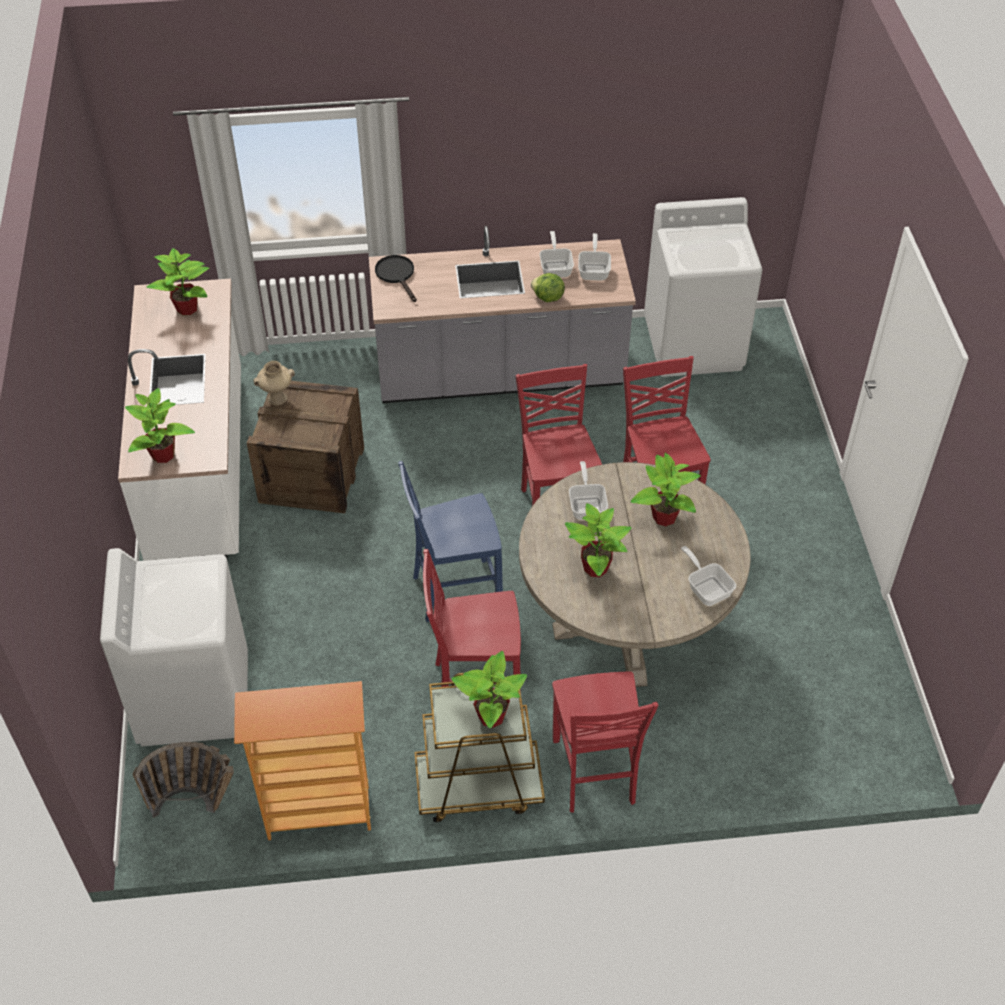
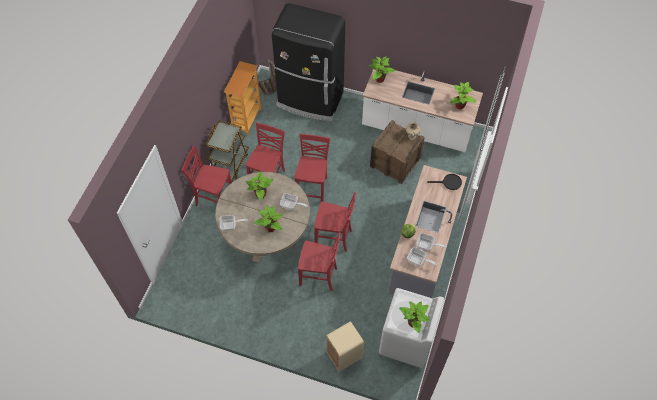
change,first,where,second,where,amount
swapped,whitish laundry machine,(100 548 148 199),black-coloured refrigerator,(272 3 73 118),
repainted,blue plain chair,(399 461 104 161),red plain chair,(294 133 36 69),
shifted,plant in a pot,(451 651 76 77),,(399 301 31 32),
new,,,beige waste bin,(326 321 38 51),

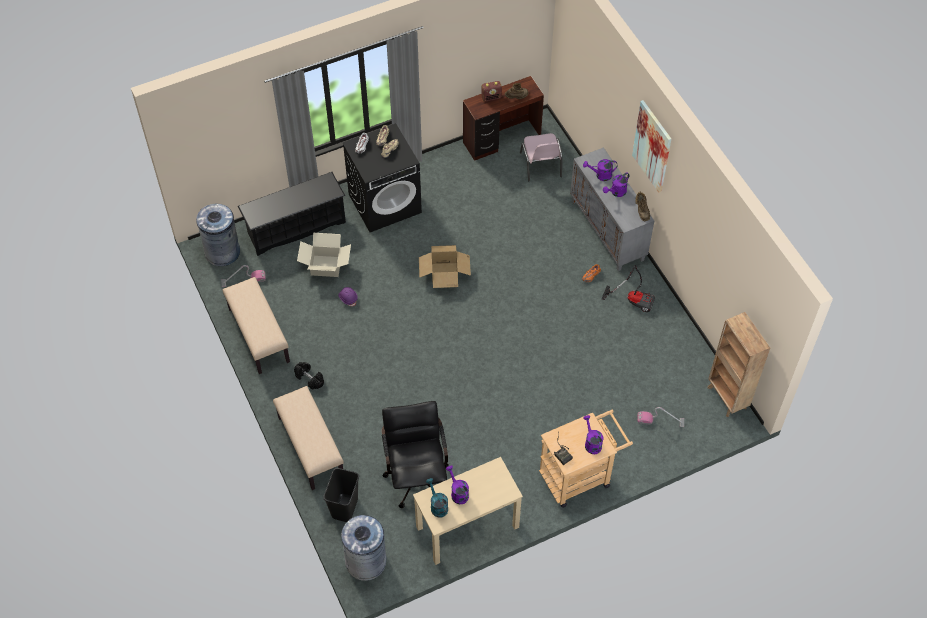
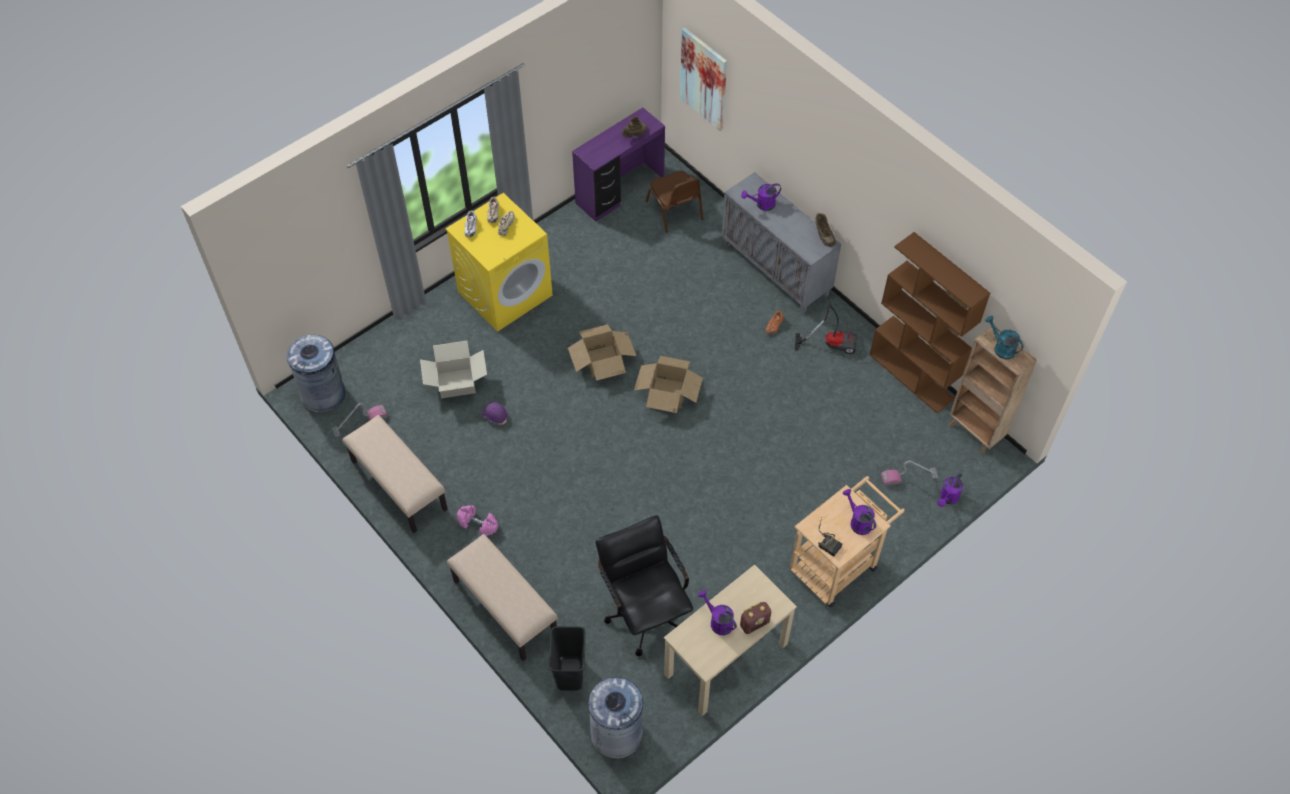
change,first,where,second,where,amount
gone,black-coloured shoe shelf,(238 172 108 84),,,
repainted,black-coloured free weight,(294 362 30 27),pinkish free weight,(457 505 41 31),
repainted,black-coloured laundry machine,(343 123 79 109),yellowish laundry machine,(445 193 108 139),
shifted,turquoise watering can,(426 478 22 40),,(985 316 39 44),
repainted,brown-coloured desk table,(463 76 81 85),purple-coloured desk table,(572 107 93 115),
shifted,radio,(481 81 21 20),,(740 601 32 33),
repainted,pinkish plain chair,(520 133 42 48),brown-coloured plain chair,(646 171 57 62),
shifted,purple-coloured watering can,(603 172 26 25),,(937 473 26 34),
shifted,wall art,(632 100 39 93),,(680 27 47 104),
new,,,cardboard box,(634 356 69 57),
new,,,brown-coloured bookshelf,(870 232 120 181),

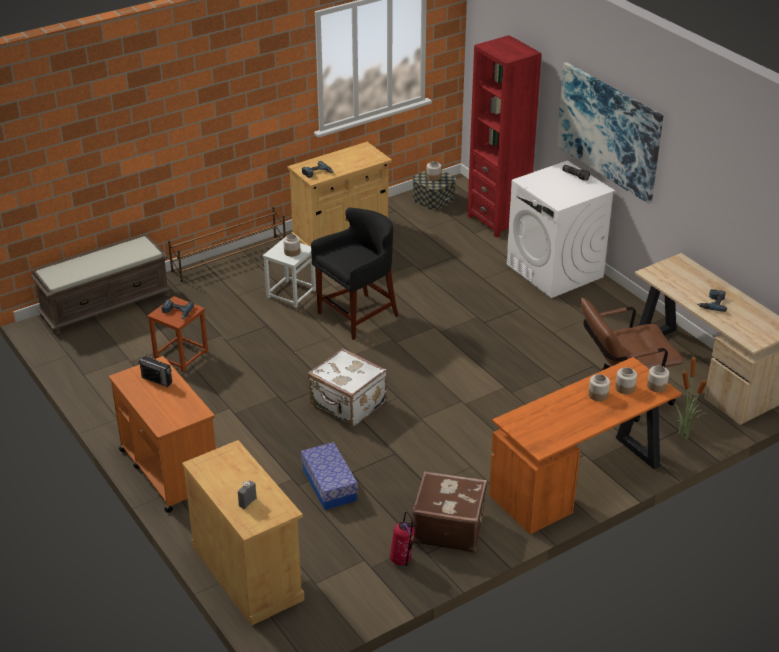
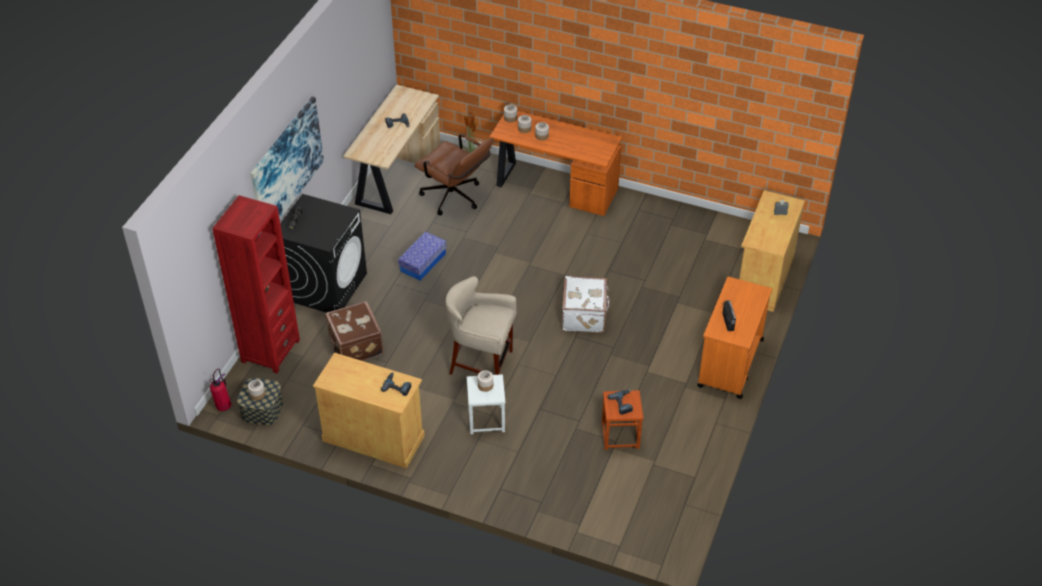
change,first,where,second,where,amount
gone,brown-coloured bench,(31 234 141 102),,,
gone,brown-coloured shoe shelf,(168 207 118 75),,,
shifted,storage container,(301 442 57 68),,(398 232 49 49),
repainted,black-coloured stool seat,(311 207 87 133),beige stool seat,(445 276 72 99),
shifted,extinguisher,(390 512 27 54),,(209 368 22 43),
shifted,brown-coloured piece of luggage,(412 471 75 81),,(325 301 59 60),
repainted,whitish laundry machine,(507 160 108 138),black-coloured laundry machine,(280 194 87 119),

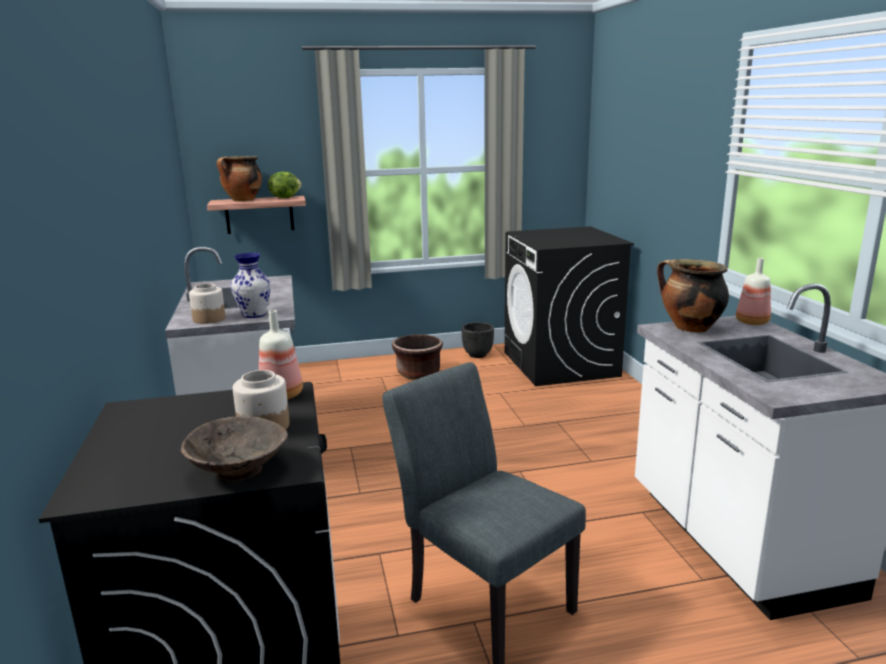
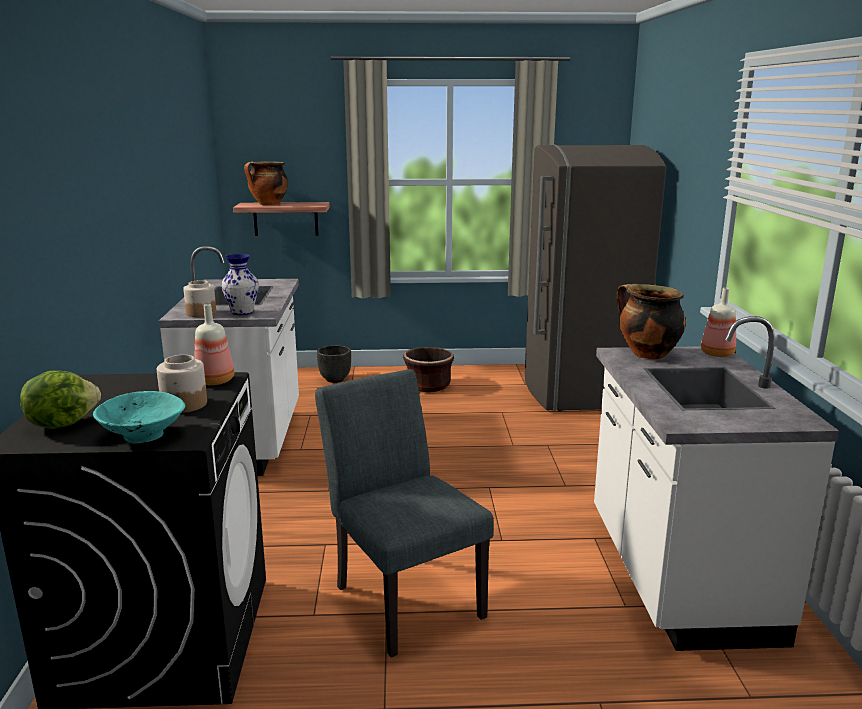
change,first,where,second,where,amount
repainted,brown-coloured deep dish,(181 416 107 66),turquoise deep dish,(93 391 93 53),
shifted,lettuce head,(268 172 34 26),,(20 371 81 58),
shifted,black-coloured plant pot,(462 322 32 36),,(317 345 34 38),
swapped,black-coloured laundry machine,(504 226 130 160),gray refrigerator,(525 145 141 267),

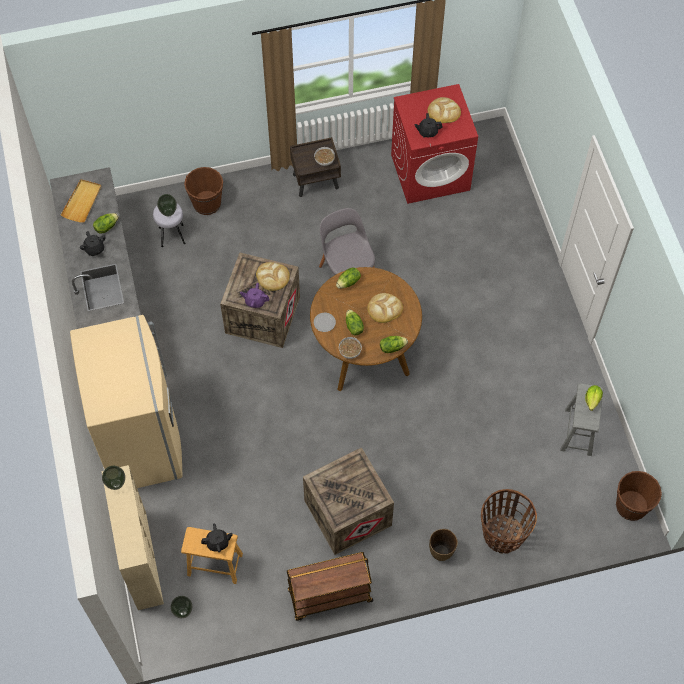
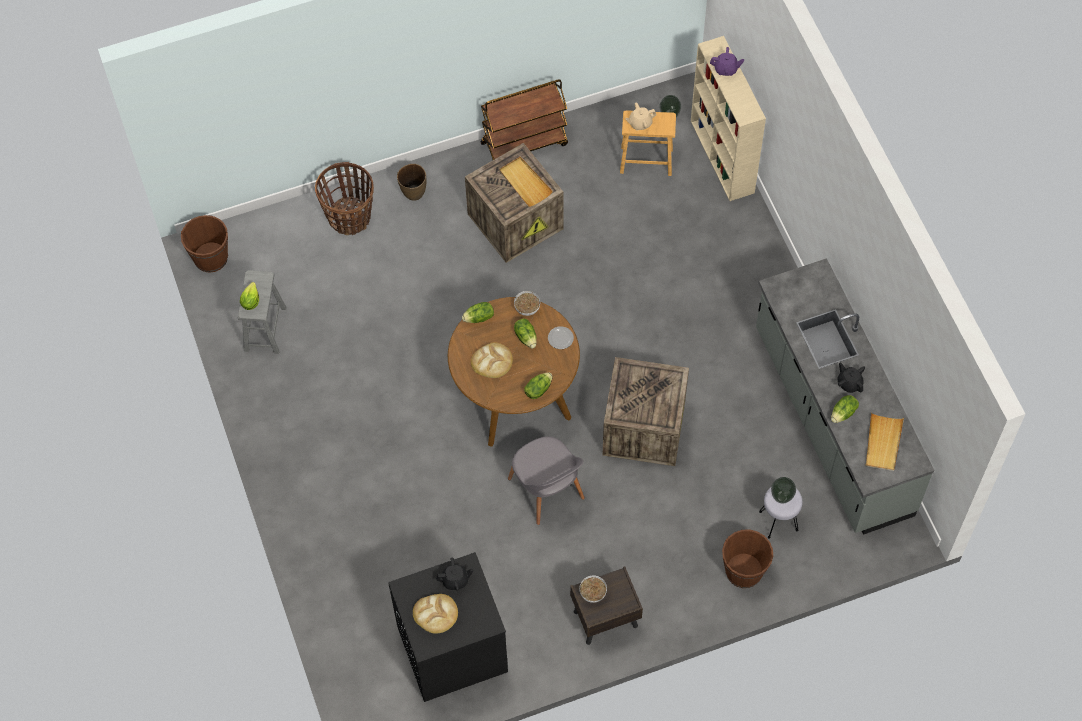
change,first,where,second,where,amount
gone,beige refrigerator,(70 315 112 173),,,
gone,flower vase,(102 466 23 24),,,
repainted,black-coloured tea pot,(201 524 32 28),beige tea pot,(625 102 31 29),
shifted,purple-coloured tea pot,(240 283 30 25),,(710 47 34 29),
gone,bread,(256 262 34 29),,,
repainted,red laundry machine,(391 84 87 120),black-coloured laundry machine,(388 552 120 150),
new,,,beige carrying tray,(499 157 54 50),

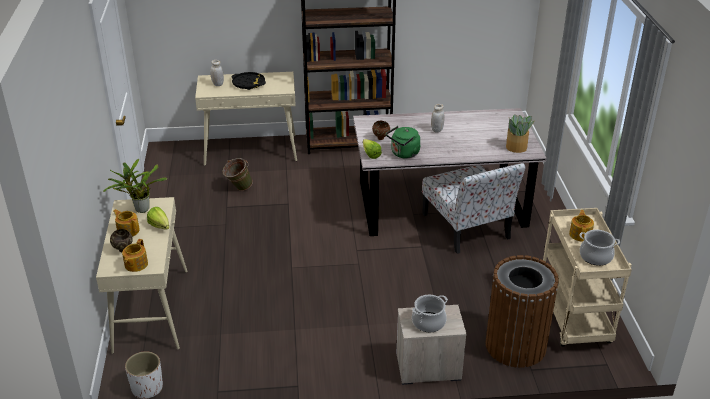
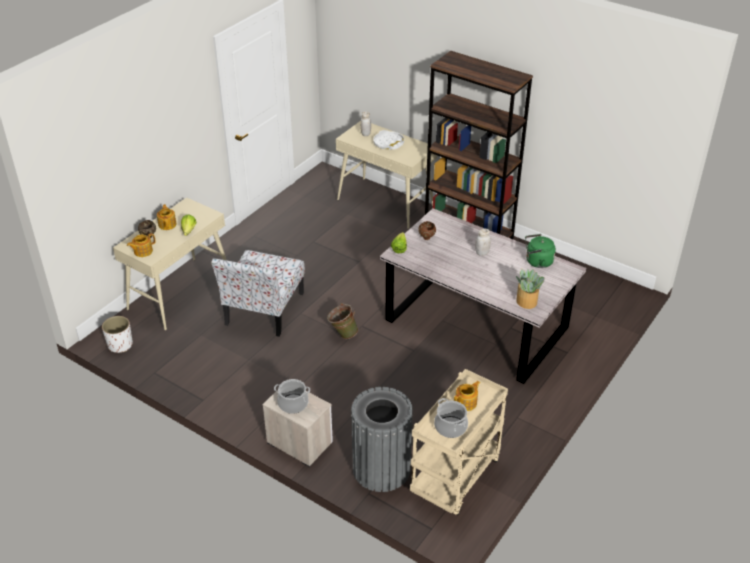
change,first,where,second,where,amount
gone,plant in a pot,(103 159 64 54),,,
shifted,green-coloured water bucket,(223 158 30 33),,(327 303 31 36),
repainted,black-coloured carrying tray,(232 72 34 18),whitish carrying tray,(374 130 30 20),
shifted,green-coloured tea kettle,(386 126 34 32),,(525 234 31 34),
shifted,plain chair,(422 163 103 91),,(211 250 94 87),
repainted,brown-coloured waste bin,(485 255 74 113),gray waste bin,(351 387 62 105),

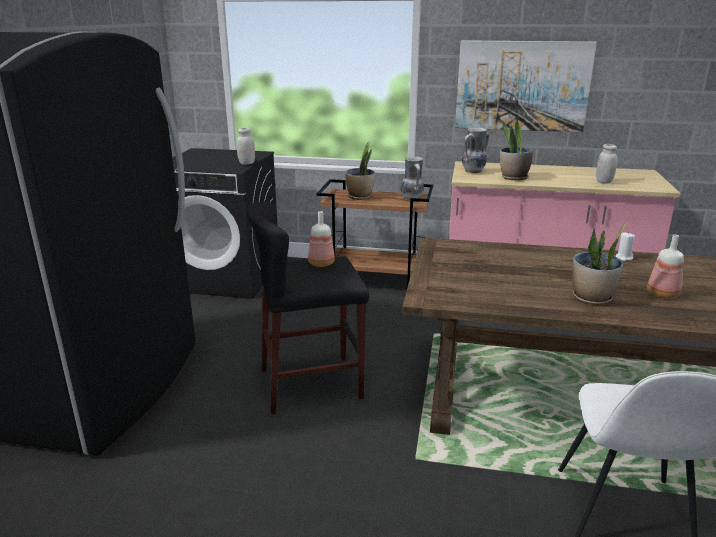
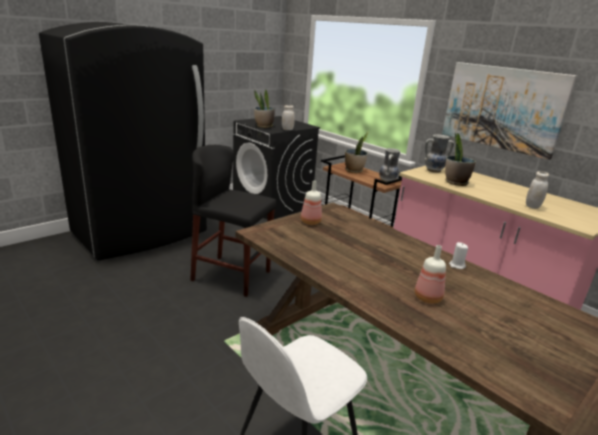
change,first,where,second,where,amount
shifted,bottle,(308 211 27 56),,(301 181 21 44),
shifted,plant in a pot,(572 222 56 83),,(254 90 21 38),

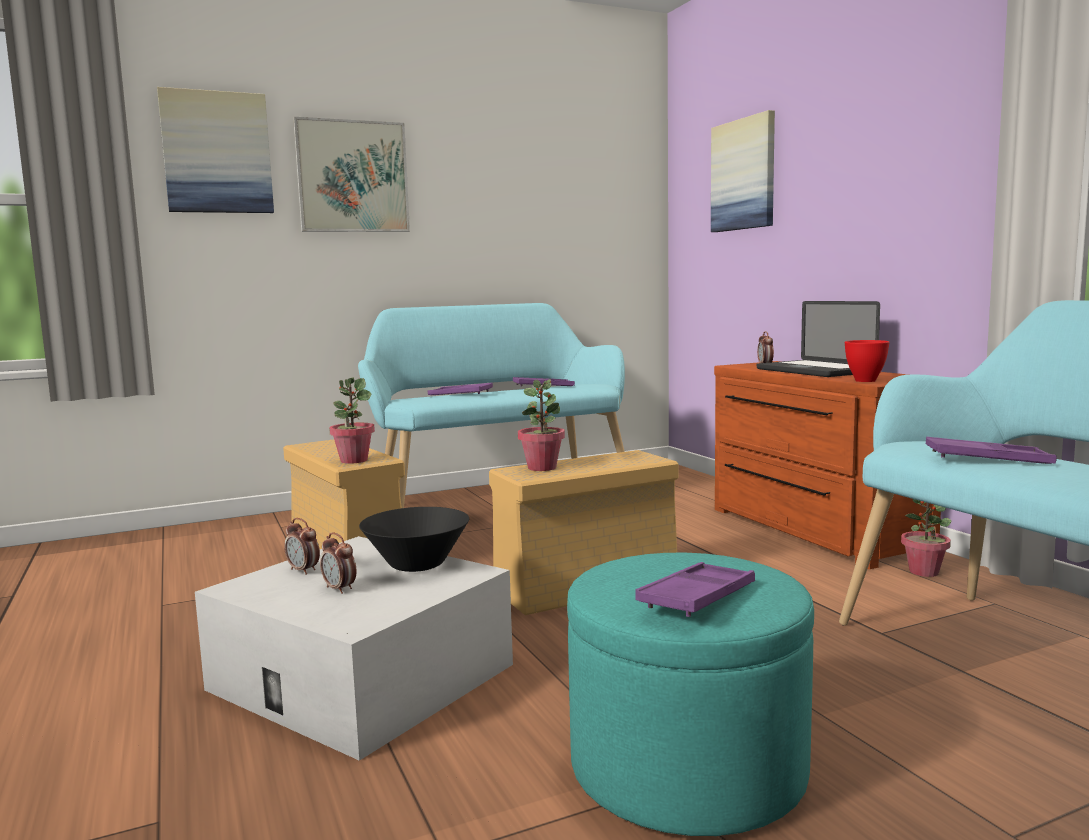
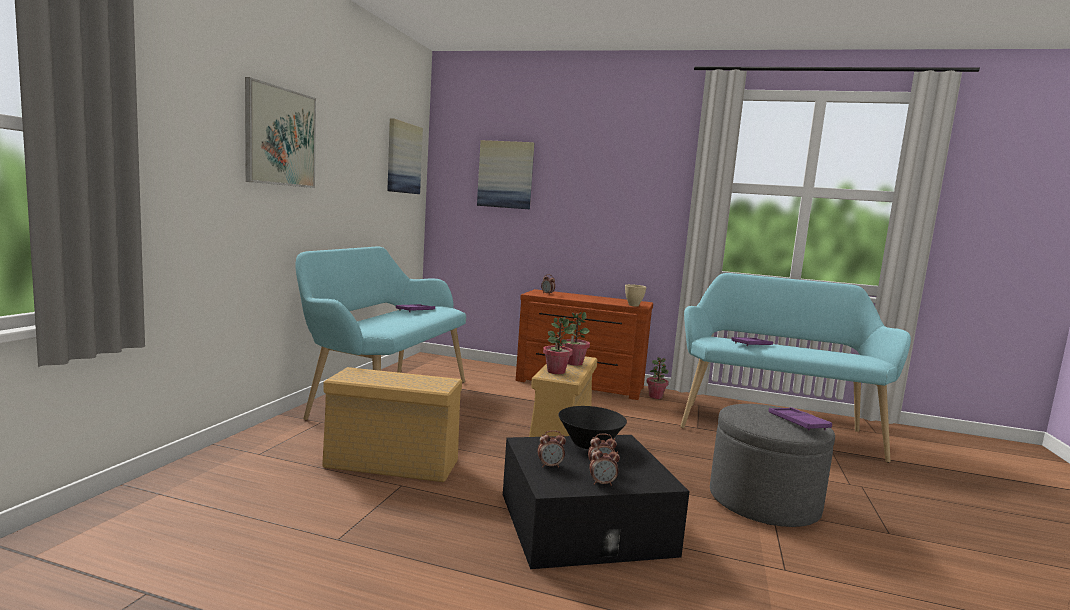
change,first,where,second,where,amount
shifted,wall art,(157 87 117 126),,(387 118 36 76),
repainted,whitish storage container,(195 536 318 225),black-coloured storage container,(503 435 187 134),
shifted,plant in a pot,(329 378 46 86),,(562 312 28 54),
gone,purple-coloured carrying tray,(428 383 65 12),,,
repainted,turquoise footrest,(567 553 247 283),gray footrest,(710 404 125 123),
gone,laptop,(757 301 123 76),,,
repainted,red deep dish,(844 340 46 42),beige deep dish,(625 284 21 22),
new,,,table clock,(589 446 31 40),

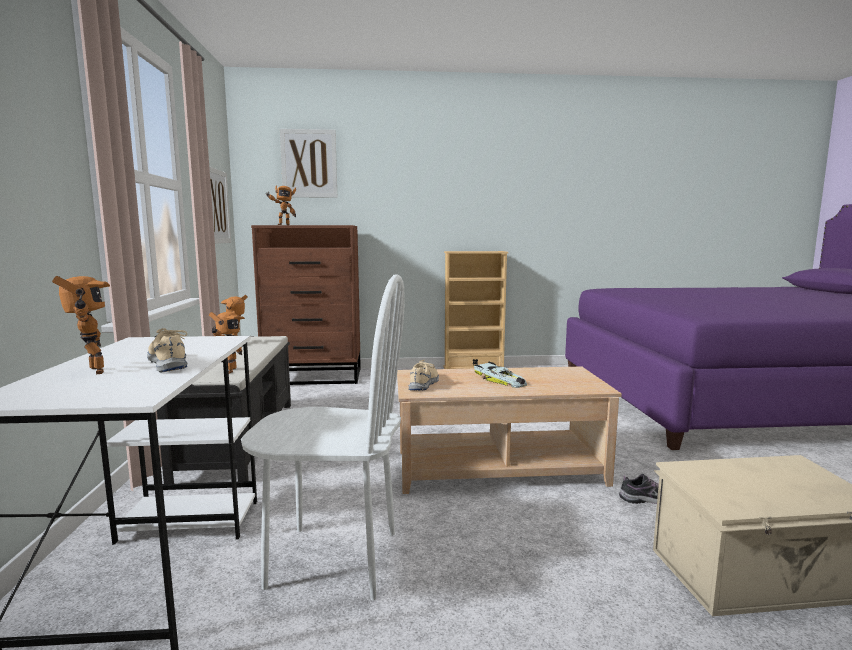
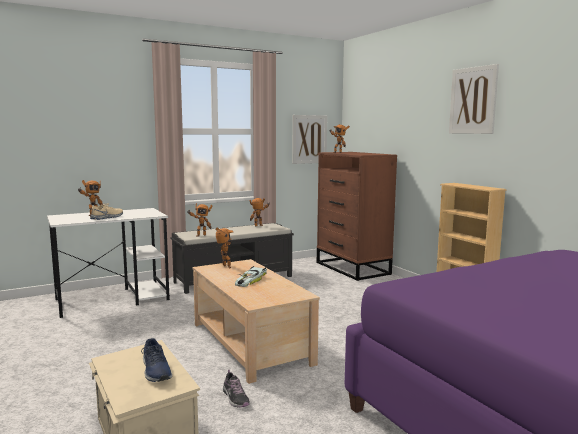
change,first,where,second,where,amount
gone,whitish plain chair,(241 274 164 326),,,
shifted,wall art,(280 129 57 69),,(449 64 50 70),
swapped,beige item of footwear,(409 360 30 31),toy robot,(215 228 18 40),
new,,,blue item of footwear,(141 338 31 44),

